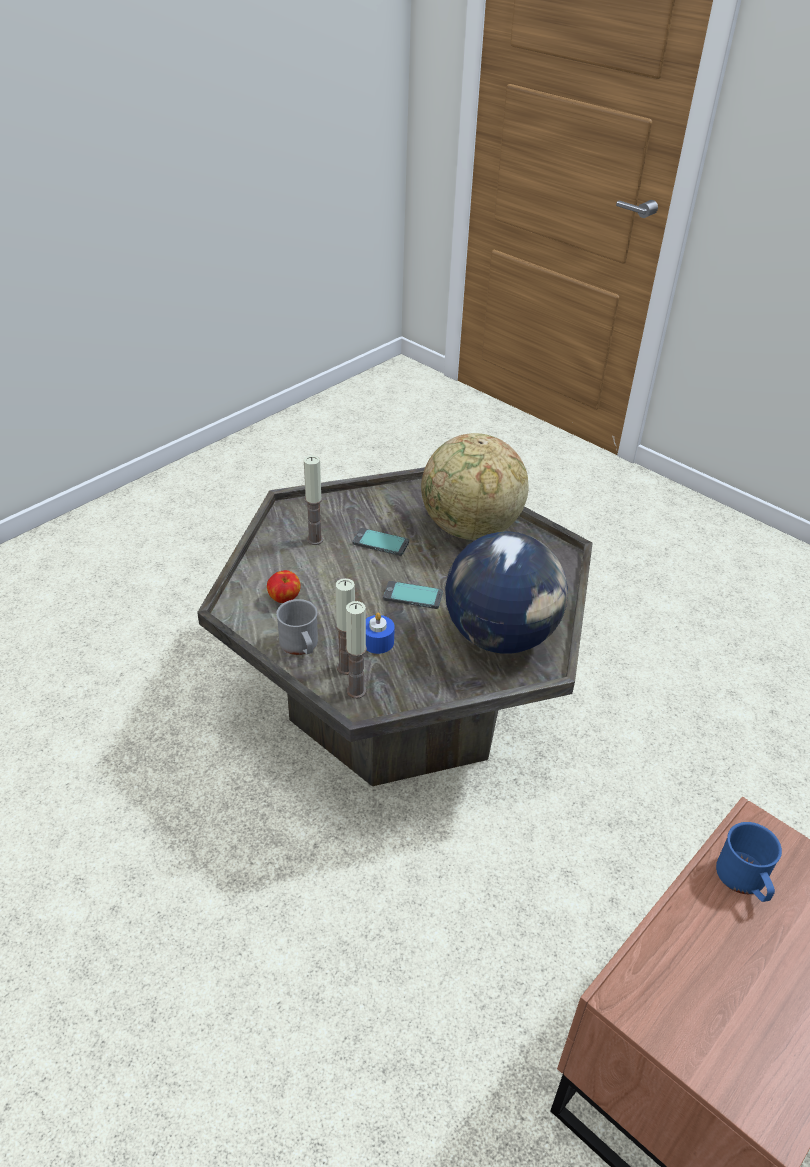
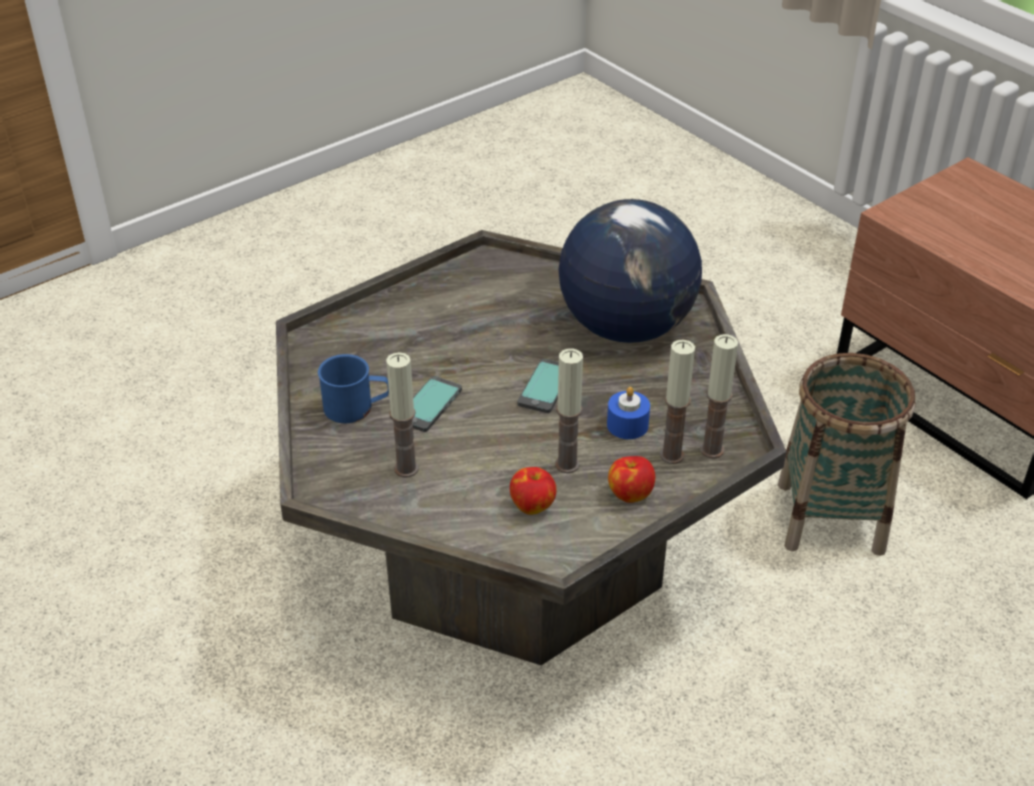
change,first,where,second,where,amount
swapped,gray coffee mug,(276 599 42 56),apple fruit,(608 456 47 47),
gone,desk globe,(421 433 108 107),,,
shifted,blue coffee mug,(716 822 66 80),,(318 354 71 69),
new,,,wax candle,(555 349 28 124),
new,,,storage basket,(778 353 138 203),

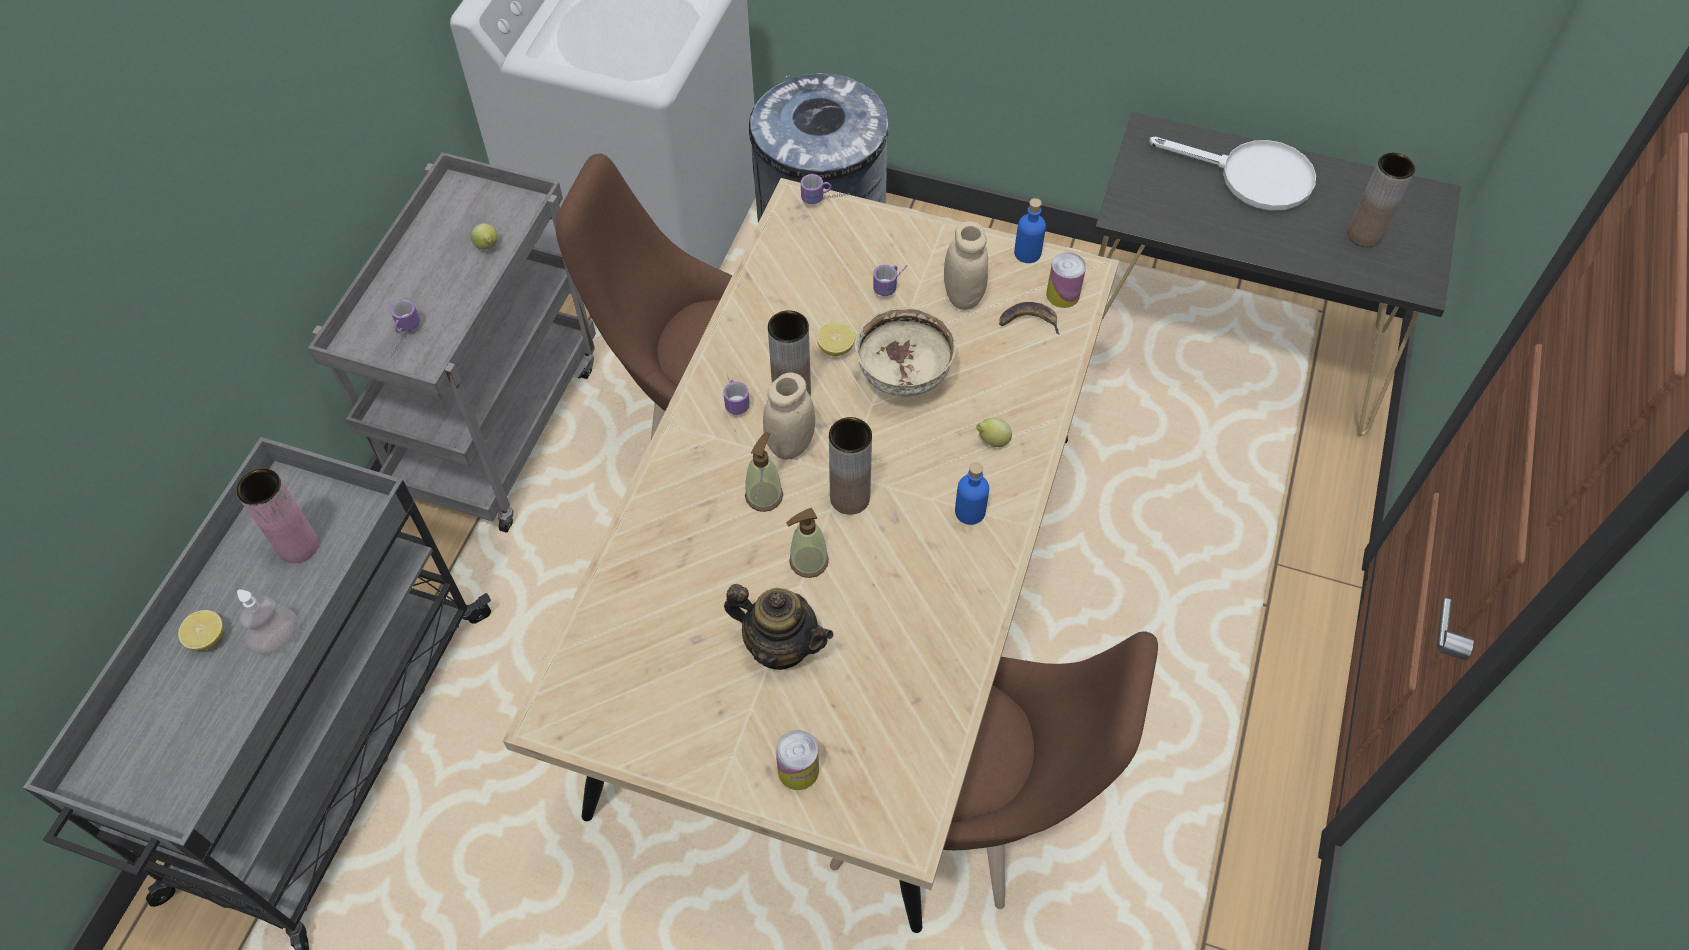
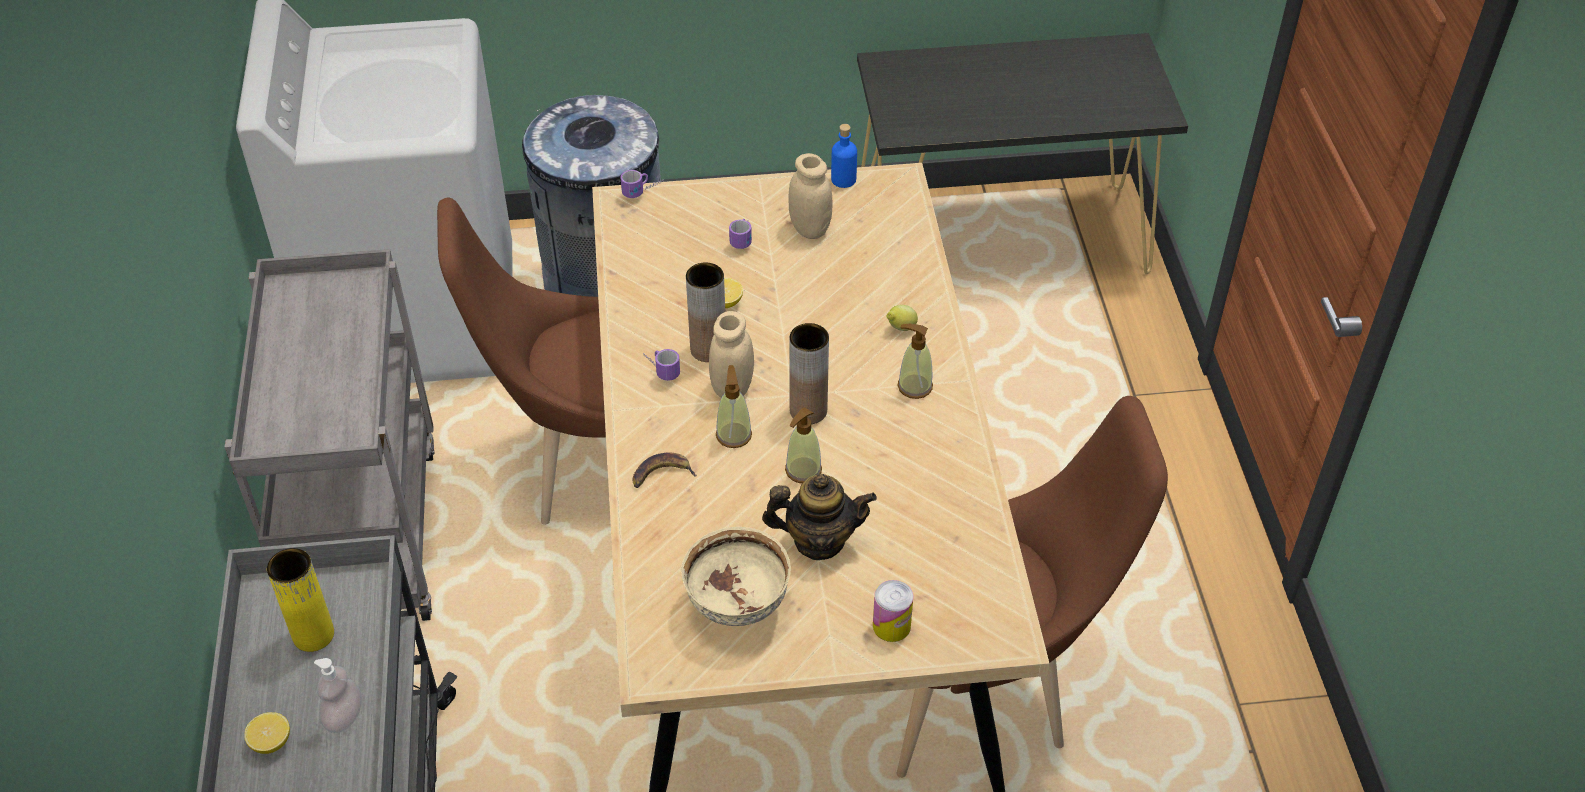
change,first,where,second,where,amount
repainted,pinkish flower vase,(237 469 82 94),yellowish flower vase,(267 548 67 104),
gone,coffee mug,(390 300 30 57),,,
gone,lemon,(471 223 27 27),,,
shifted,beige deep dish,(855 306 101 91),,(681 527 110 99),
swapped,blue bottle,(955 462 34 63),soap bottle,(898 324 35 75),
shifted,banana fruit,(999 302 61 33),,(633 452 64 36),
gone,metal can,(1046 252 40 56),,,
gone,whitish skillet,(1149 137 167 74),,,
gone,brown-coloured flower vase,(1348 153 67 94),,,

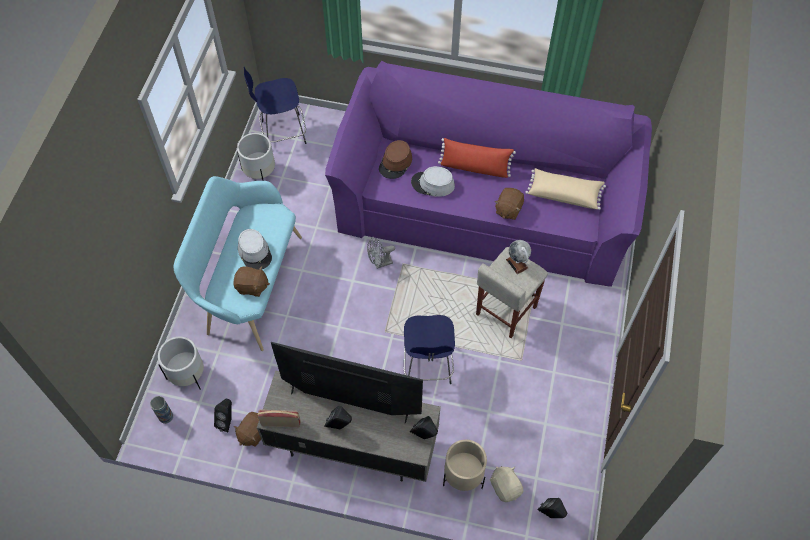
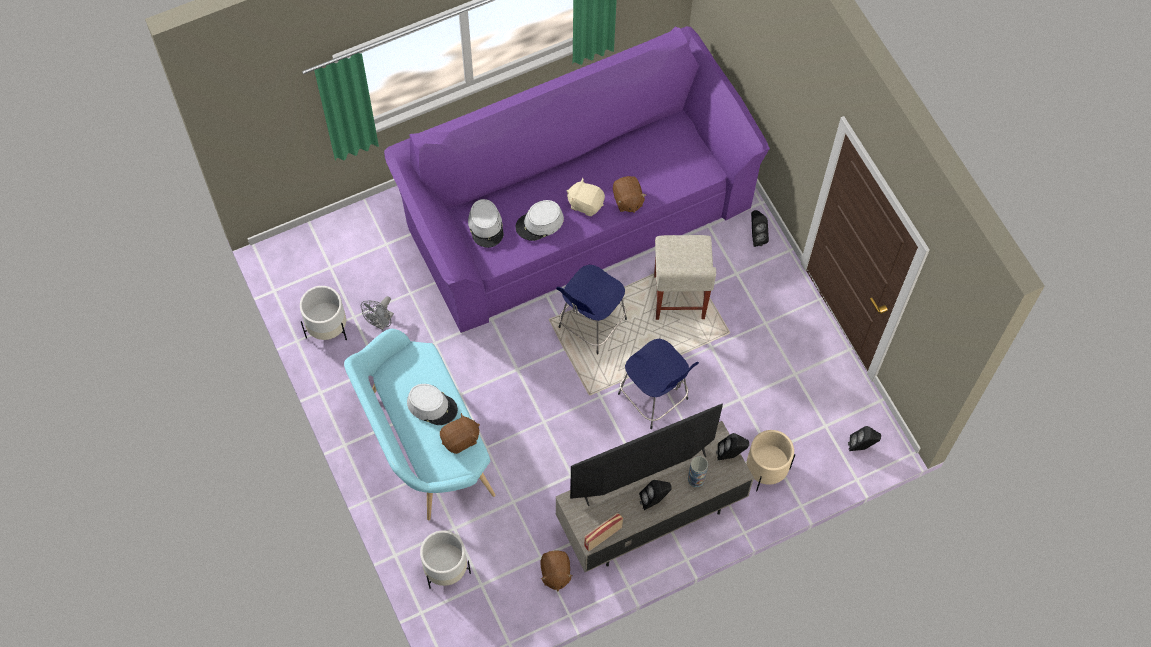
change,first,where,second,where,amount
shifted,flower vase,(150 396 23 28),,(688 456 20 31),
shifted,black-coloured audio speaker,(214 399 18 33),,(751 210 18 37),
shifted,blue stool seat,(244 67 63 77),,(556 265 71 89),
shifted,gray cooling fan,(367 237 28 32),,(361 296 33 34),
repainted,brown-coloured hat,(379 140 33 39),gray hat,(468 199 36 49),
gone,red cushion,(438 138 78 40),,,
shifted,beige cuddly toy,(490 466 33 36),,(567 178 38 38),
gone,desk globe,(506 240 25 34),,,
gone,beige cushion,(525 168 81 42),,,

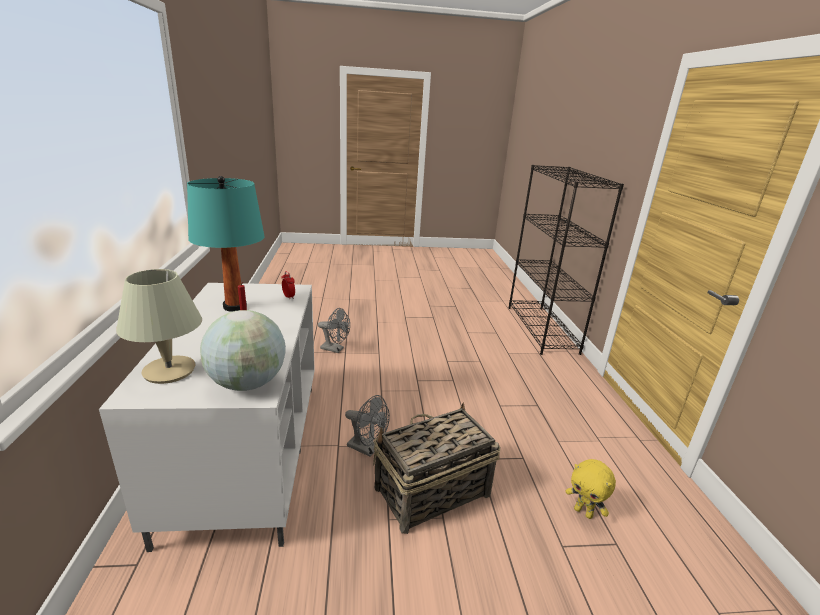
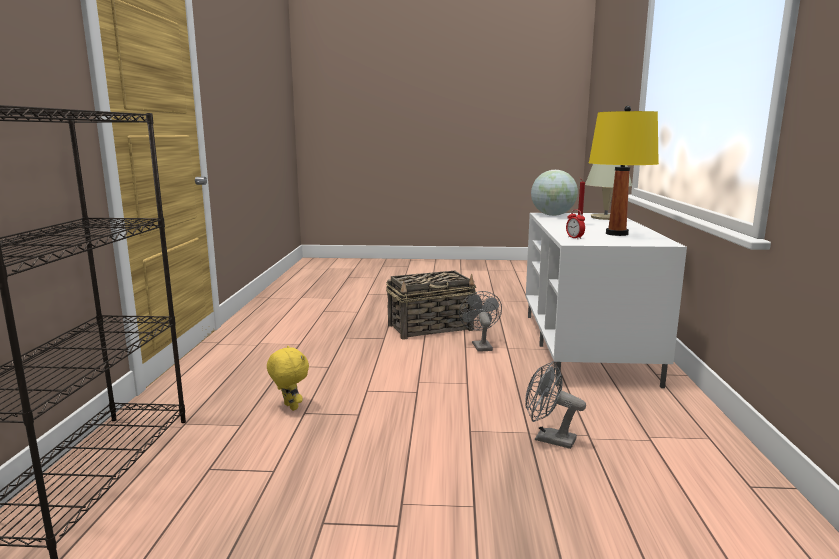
change,first,where,second,where,amount
repainted,turquoise table lamp,(187 176 78 136),yellowish table lamp,(589 106 70 130),
rotated,gray cooling fan,(345 395 45 62),,(459 291 43 61),45 degrees clockwise
shifted,yellowish cuddly toy,(565 459 51 60),,(267 345 42 66),

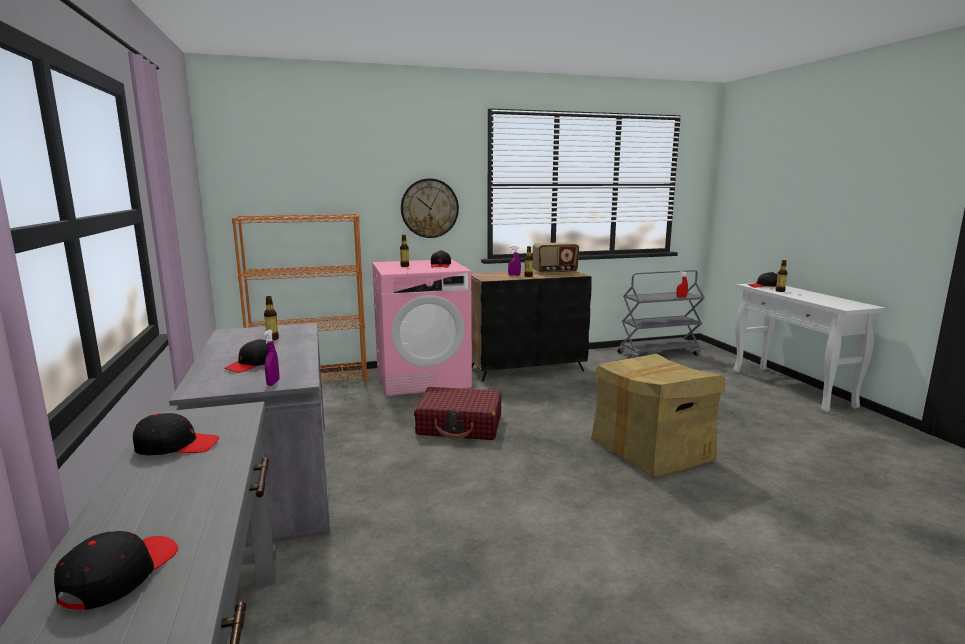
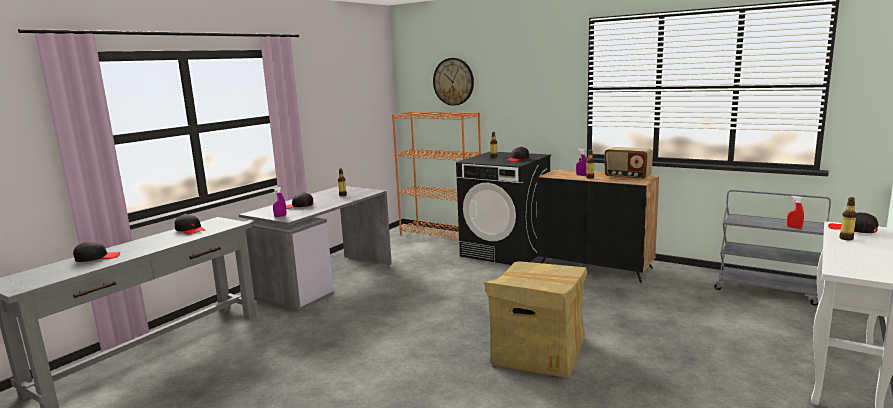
change,first,where,second,where,amount
repainted,pinkish laundry machine,(372 259 100 137),black-coloured laundry machine,(456 151 95 114),
shifted,wall clock,(401 178 58 60),,(433 58 41 48),
gone,red piece of luggage,(414 387 88 53),,,

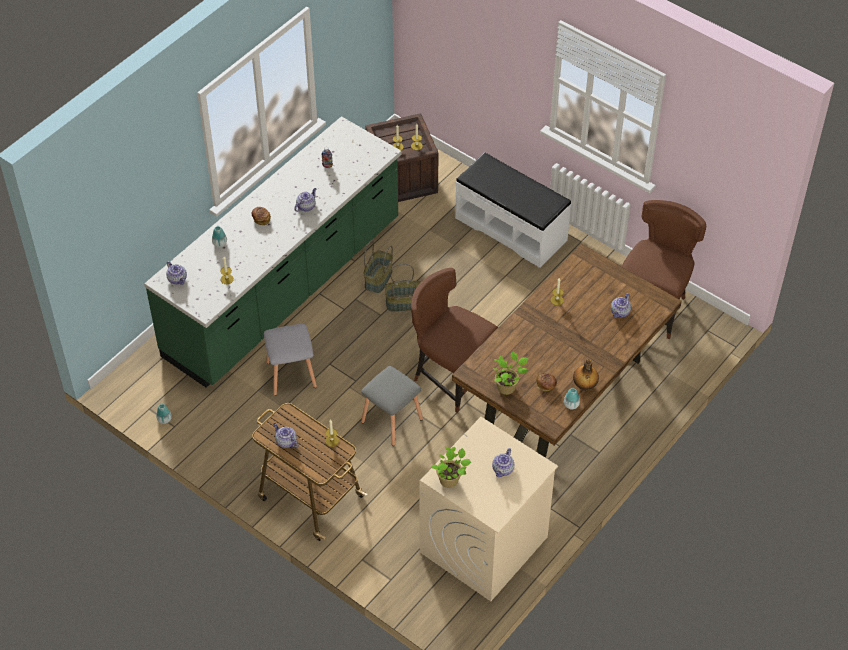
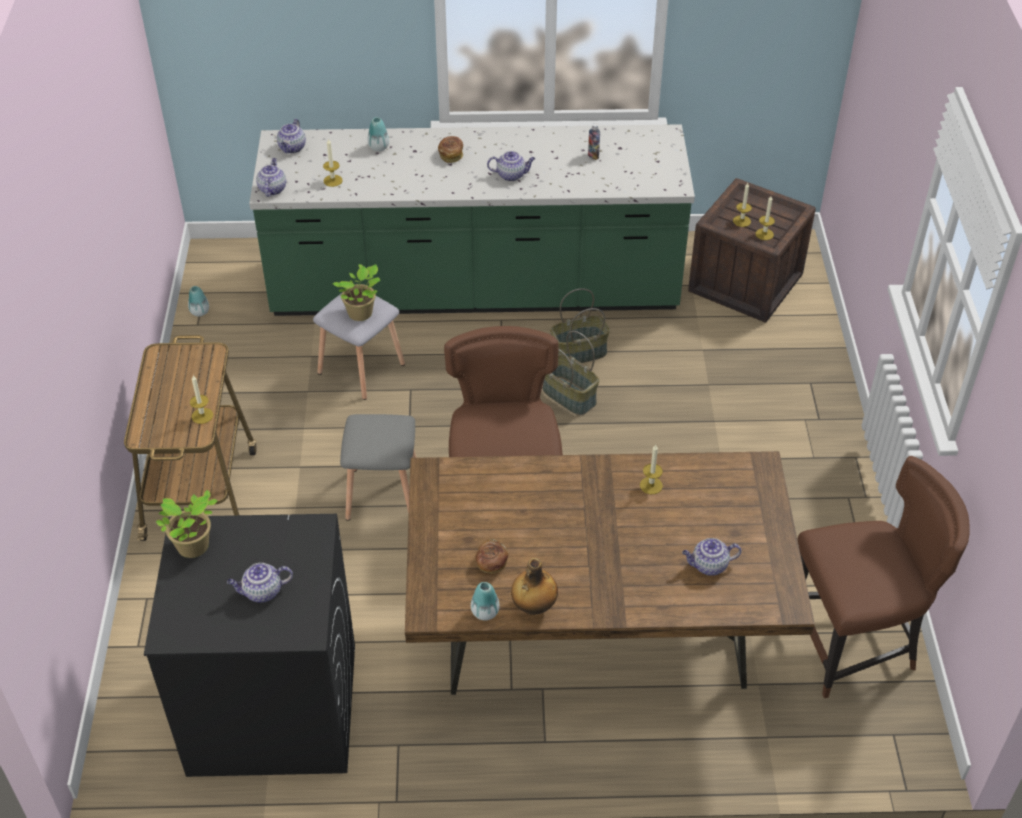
change,first,where,second,where,amount
shifted,tea pot,(273 423 26 25),,(256 158 30 39),
repainted,beige laundry machine,(419 417 139 184),black-coloured laundry machine,(144 514 211 263),
gone,whitish bench,(455 152 116 116),,,
shifted,plant in a pot,(493 352 35 43),,(332 264 48 57),

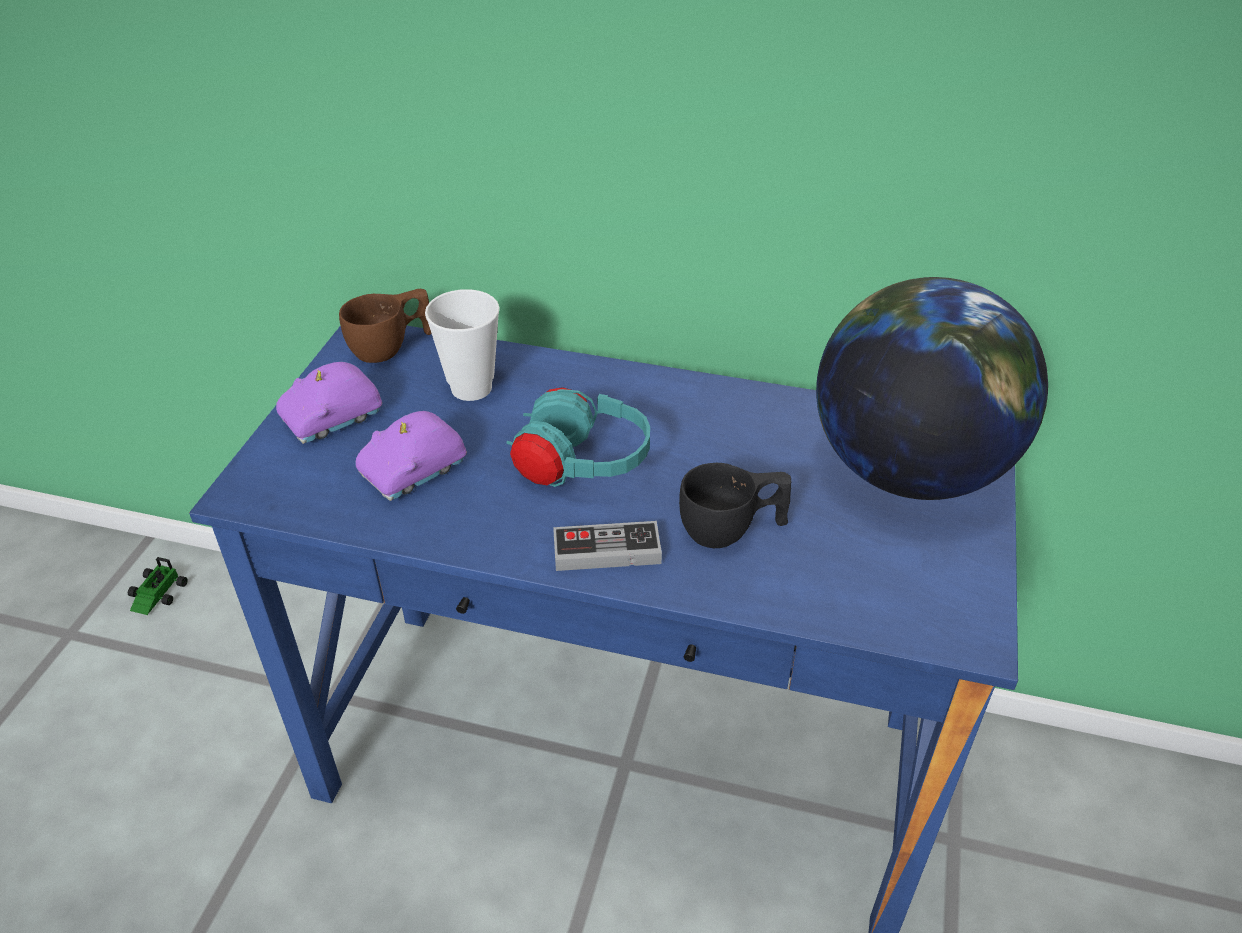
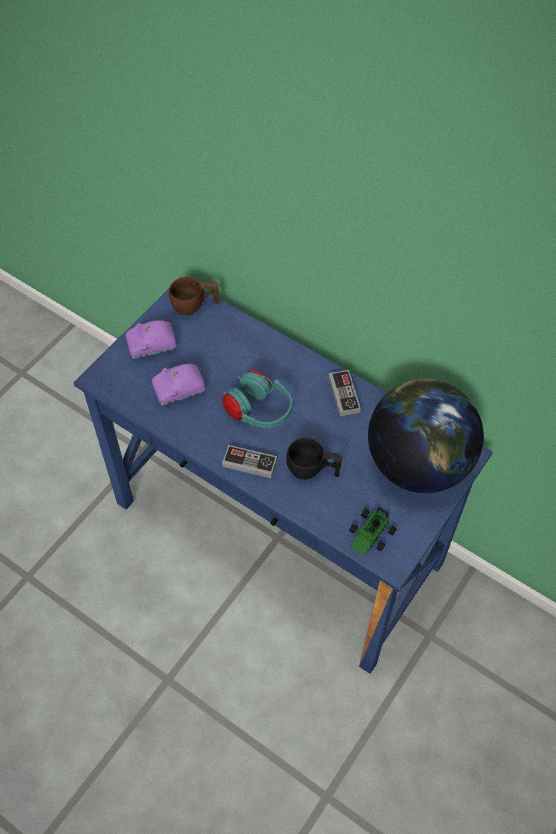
change,first,where,second,where,amount
shifted,model car,(128 557 60 58),,(349 507 48 49),
gone,cup,(425 289 75 112),,,
new,,,game controller,(329 370 32 46),

